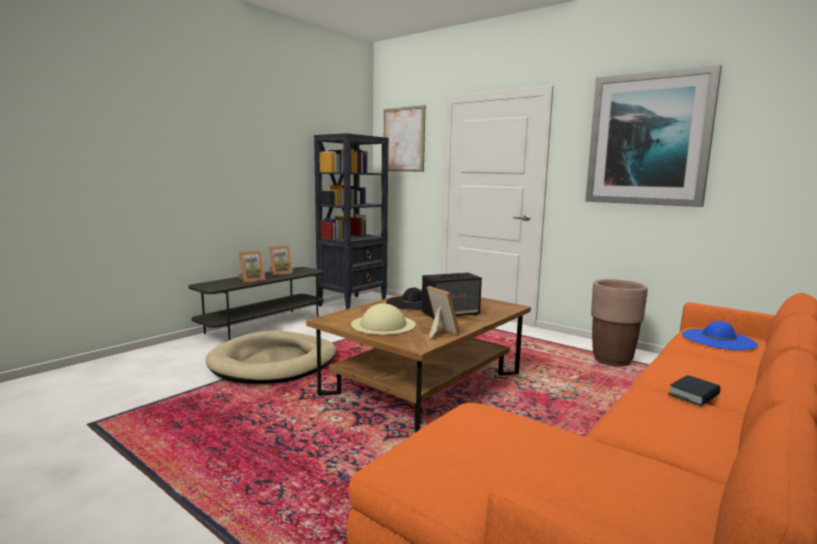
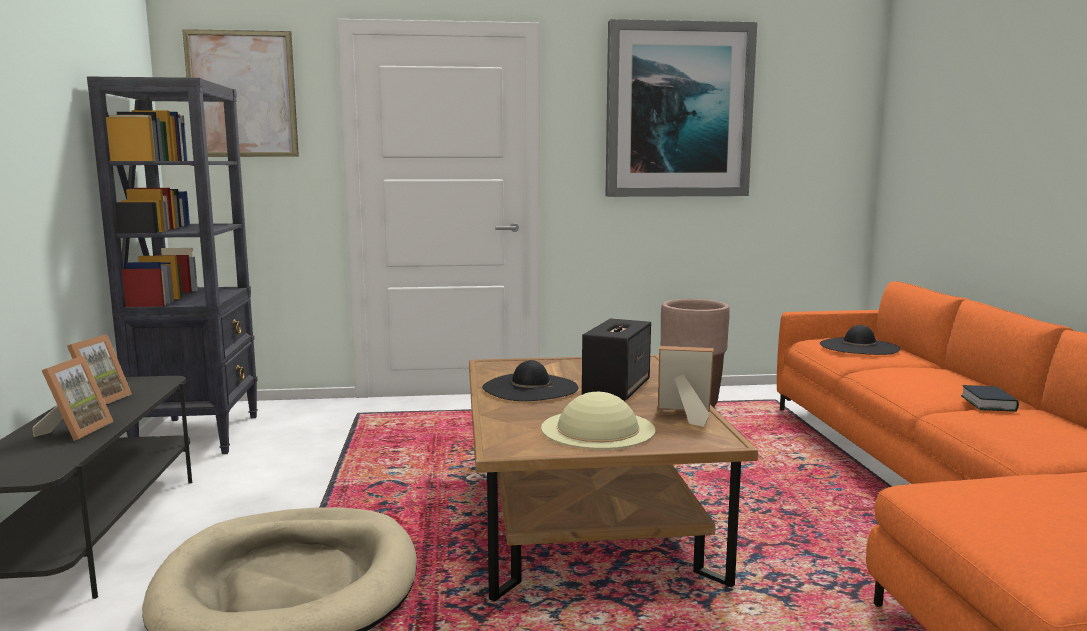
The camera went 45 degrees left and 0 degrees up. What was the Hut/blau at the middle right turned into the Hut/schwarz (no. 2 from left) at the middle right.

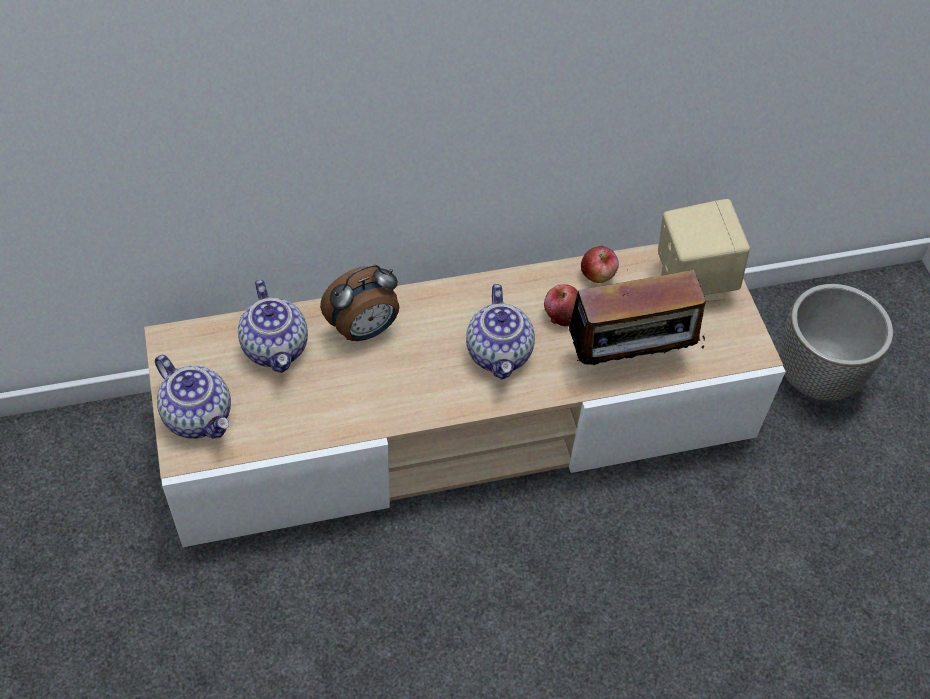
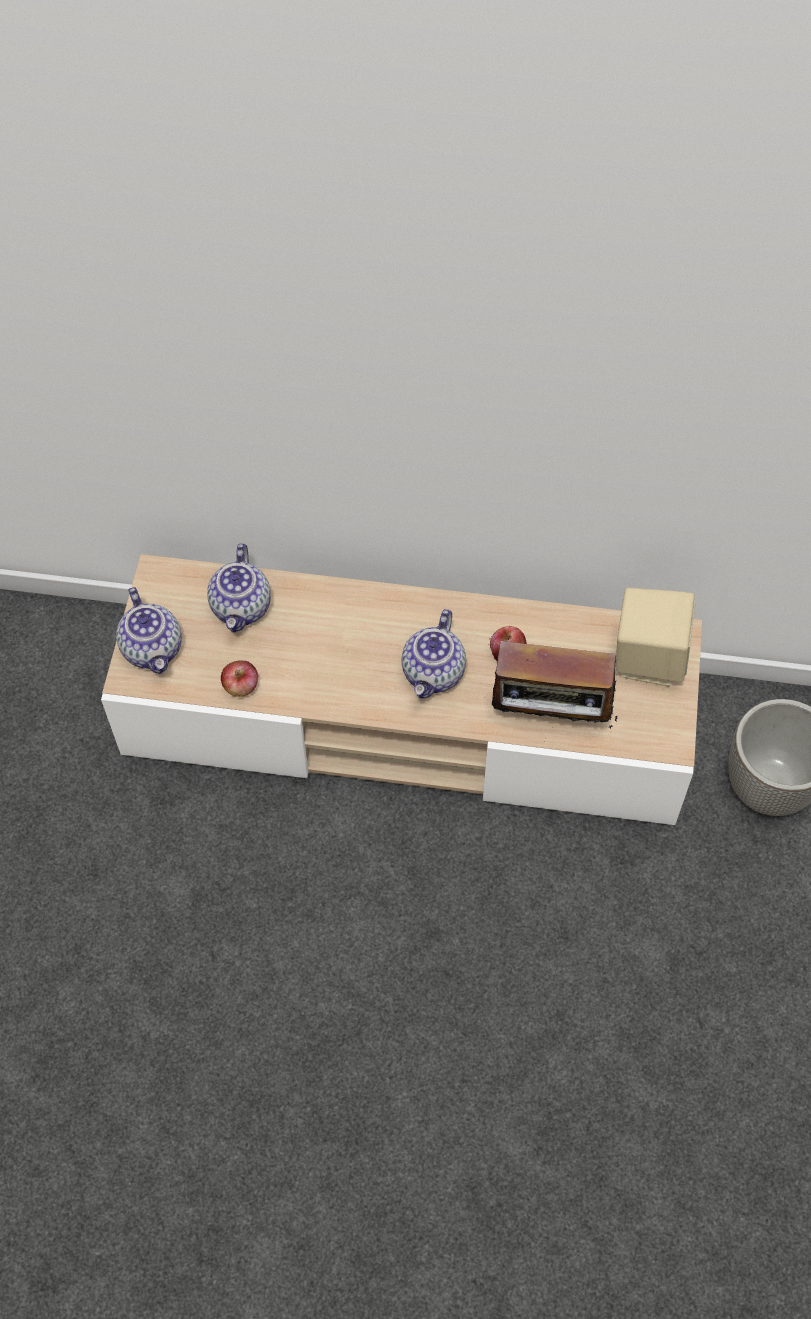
The camera went 25 degrees right and 5 degrees up. The second view lost the Wecker at the centre. The Apfel (no. 2 from left in the first image) ended up elsewhere, having gone from the centre to the middle left.

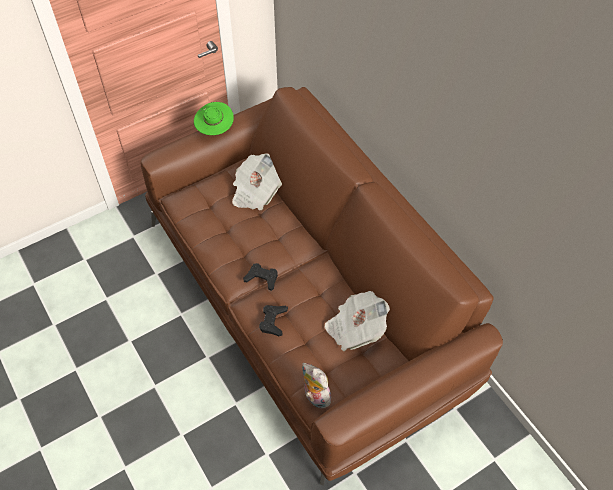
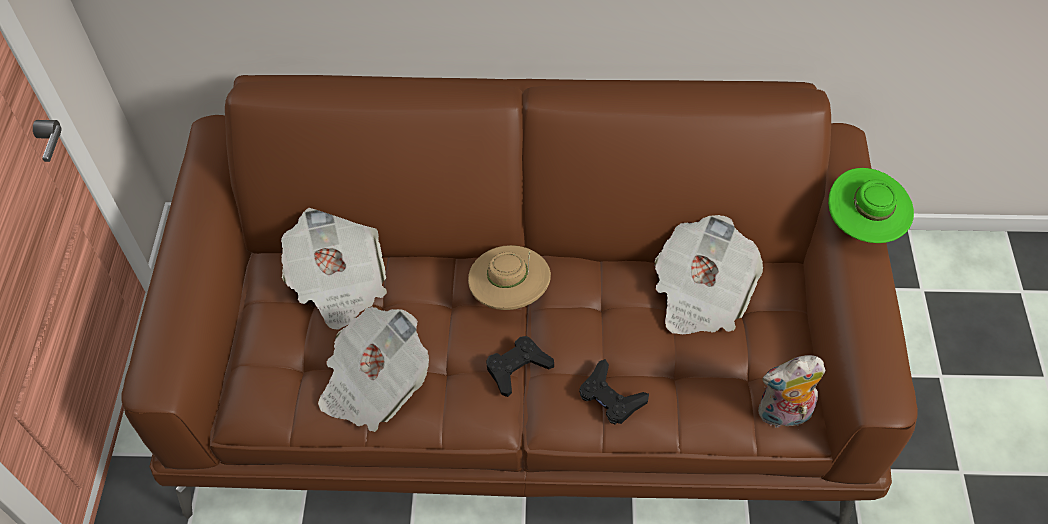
The camera went 55 degrees left and 0 degrees up. The Hut/grün ended up elsewhere, having gone from the top centre to the middle right. The second view gained the Zeitung (no. 2 from left) at the bottom centre. The second view gained the Hut/beige at the centre.

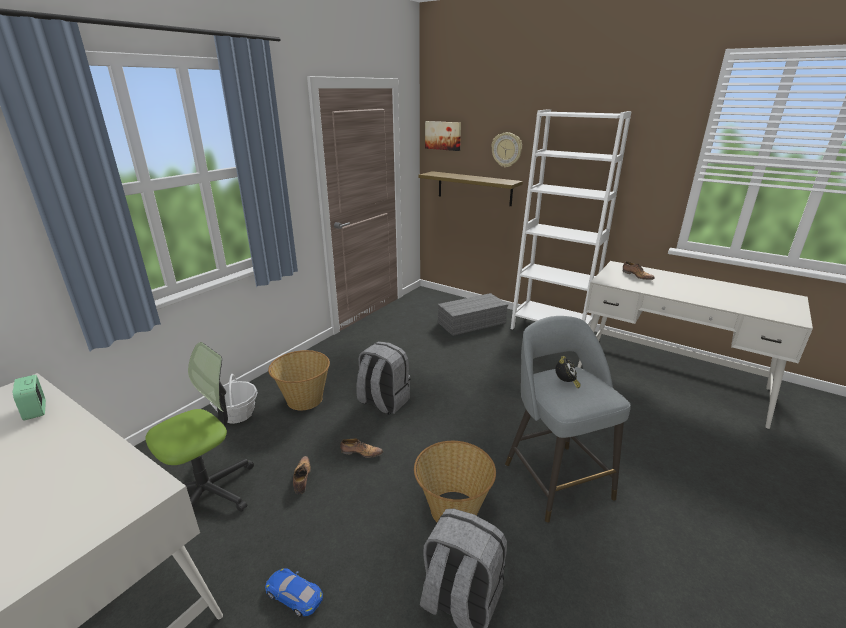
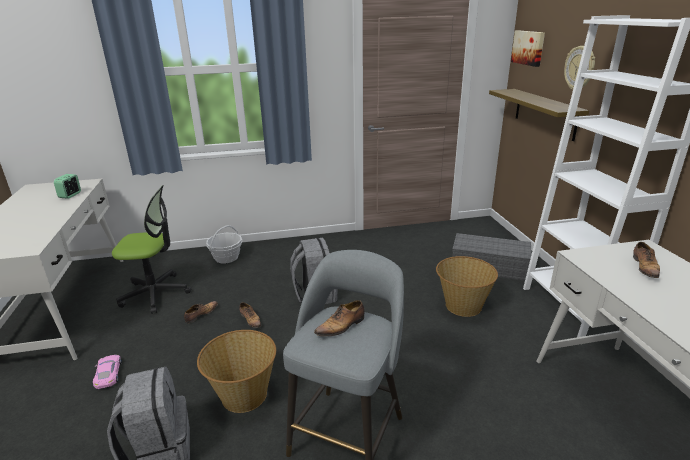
The camera went 45 degrees right and 0 degrees up. What was the Spielzeugauto/blau at the bottom centre turned into the Spielzeugauto/rosa at the bottom left. The Korb (no. 2 from left in the first image) ended up elsewhere, having gone from the centre to the middle right. Where the Wecker (no. 2 from left) stood at the middle right, the Schuh (no. 3 from left) came to stand at the bottom centre.

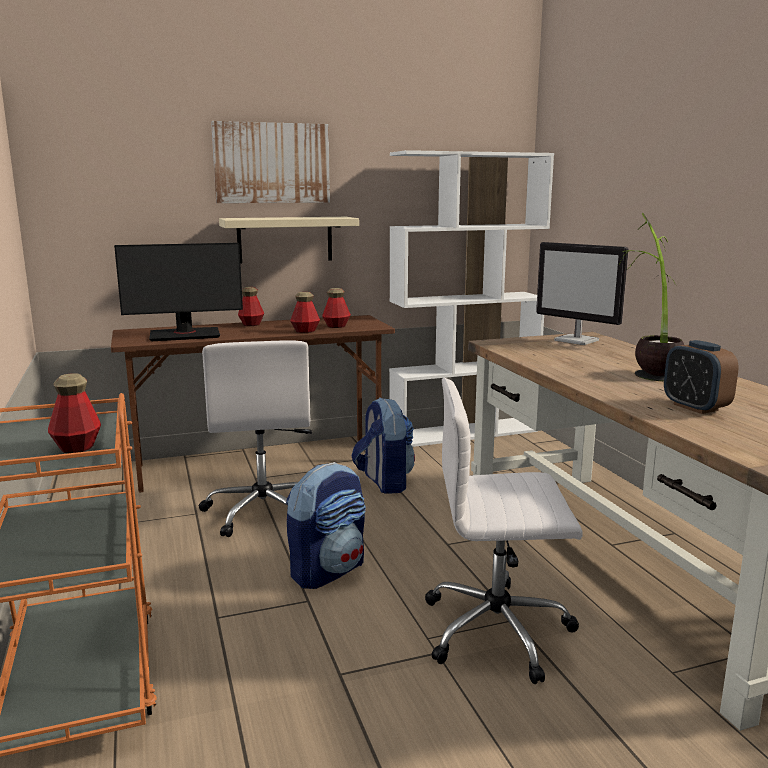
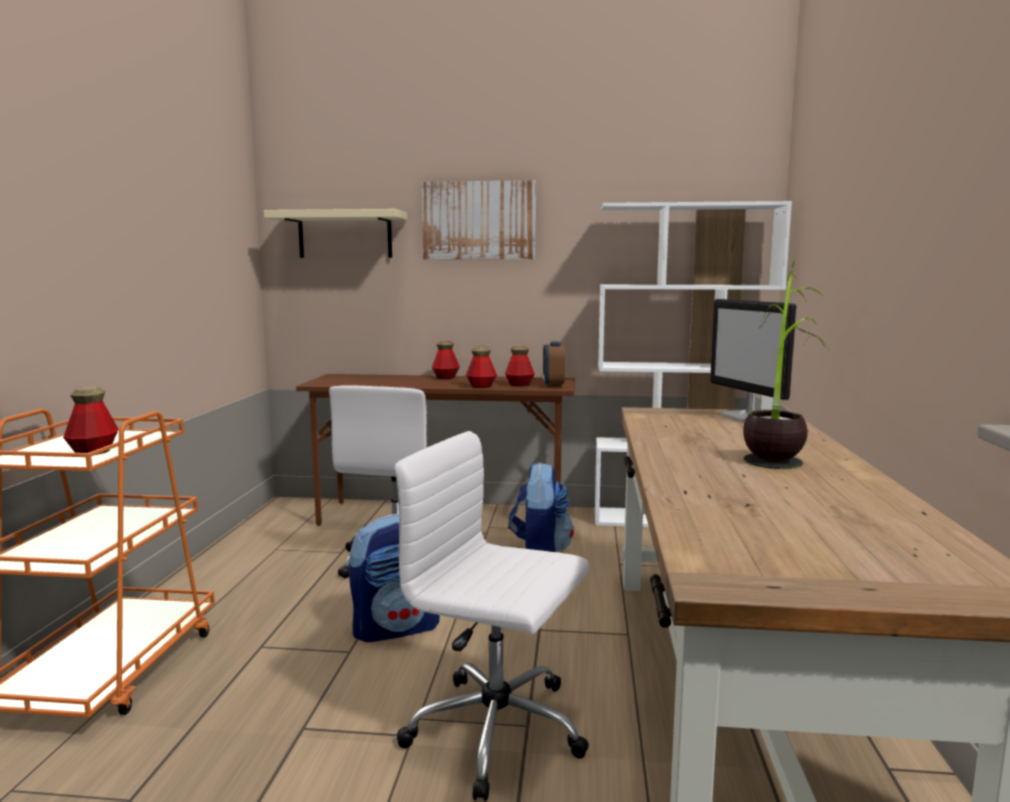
The camera went 25 degrees right and 5 degrees down. The second view lost the Monitor (no. 1 from left) at the middle left. The Wandregal/beige ended up elsewhere, having gone from the top centre to the top left. The Wecker ended up elsewhere, having gone from the middle right to the centre.

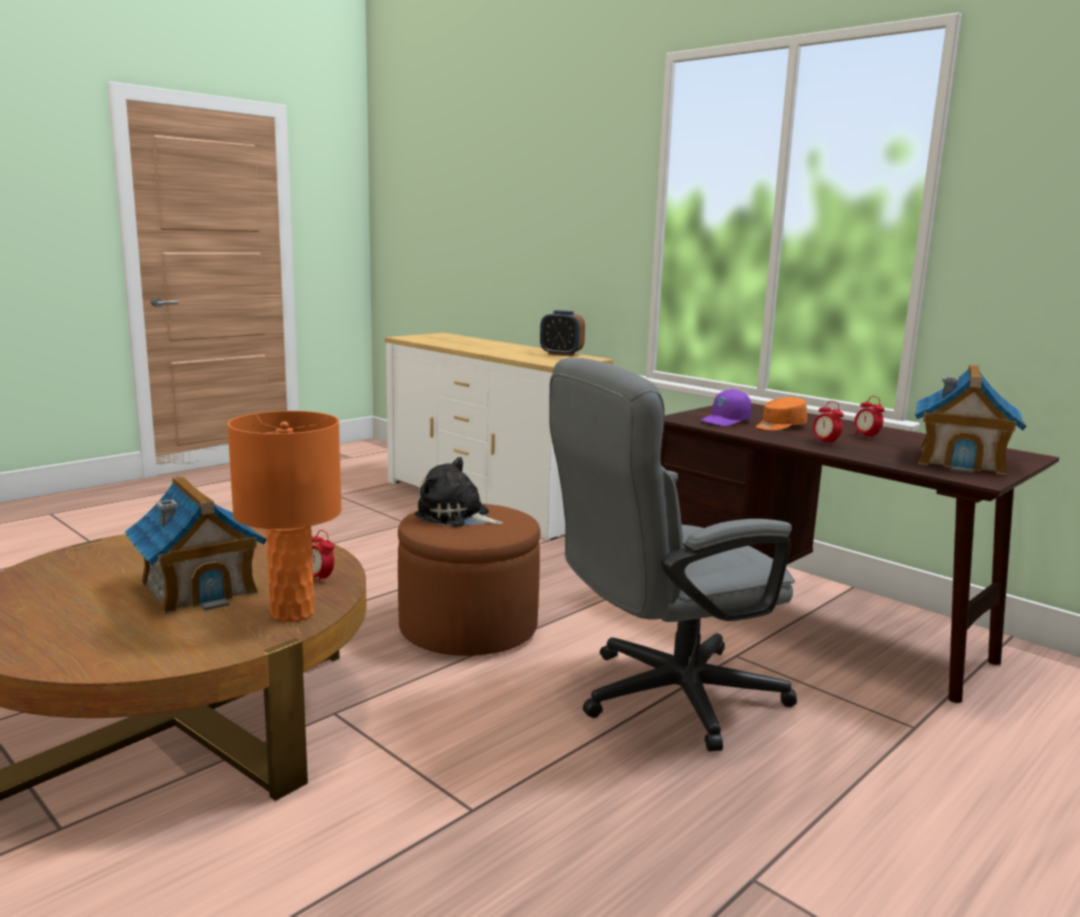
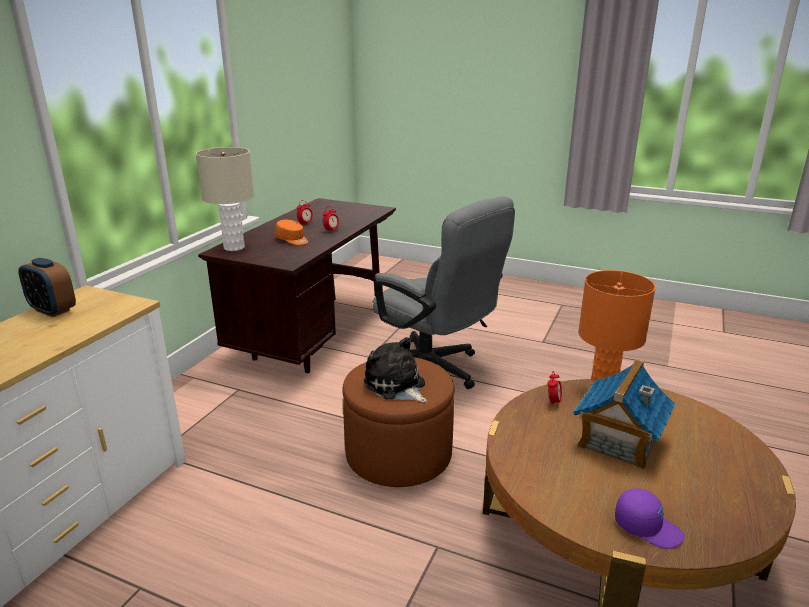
The camera went 110 degrees left and 10 degrees up. The Plüschtier at the centre ended up facing another way, 135 degrees clockwise from before. The Wecker (no. 2 from left in the first image) at the centre ended up facing another way, 120 degrees clockwise from before. The Kappe/lila ended up elsewhere, having gone from the middle right to the bottom right. The second view lost the Spielzeughaus (no. 2 from left) at the middle right. The second view gained the Tischlampe/beige at the top left.

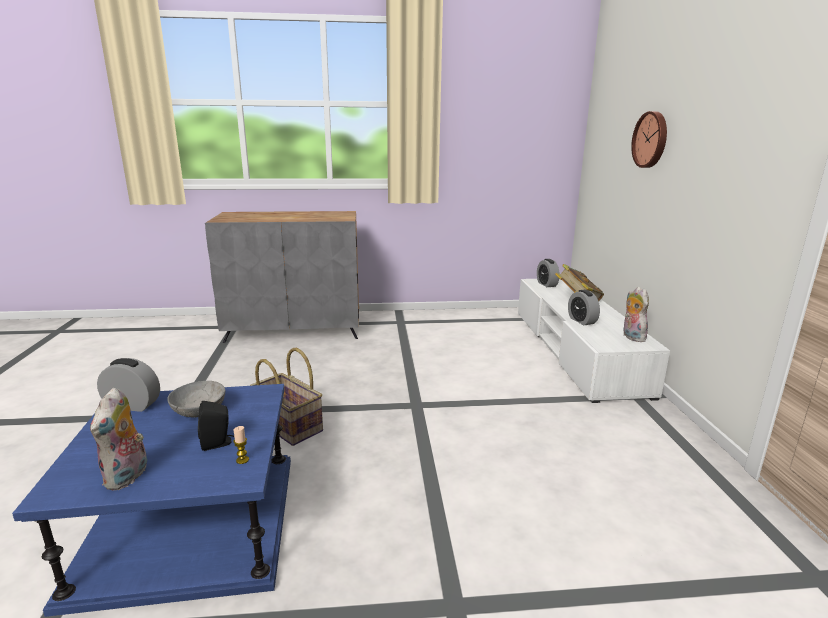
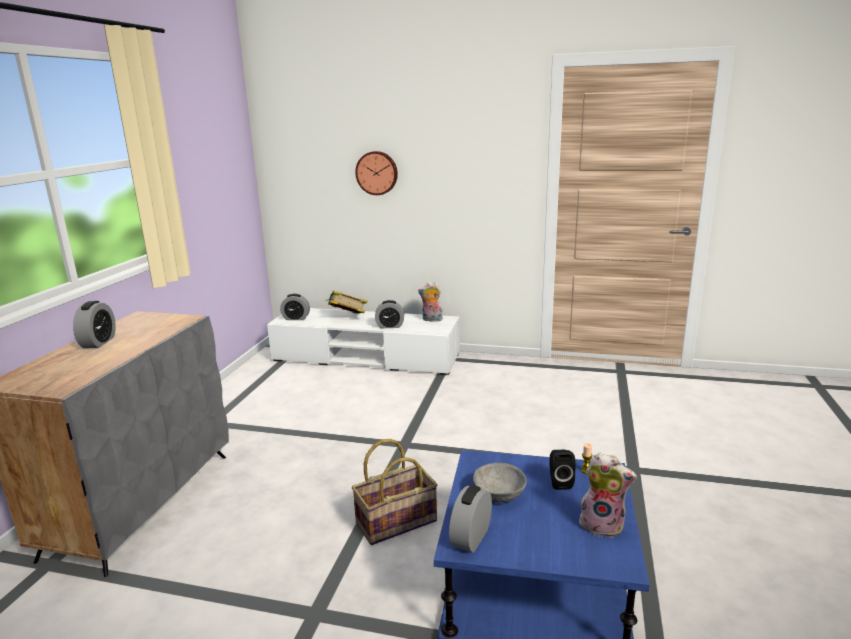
The camera went 70 degrees left and 0 degrees up. The second view gained the Wecker (no. 1 from left) at the middle left.

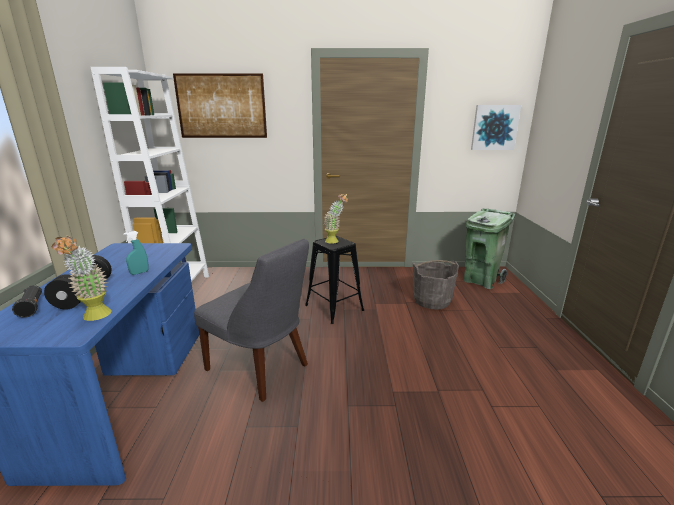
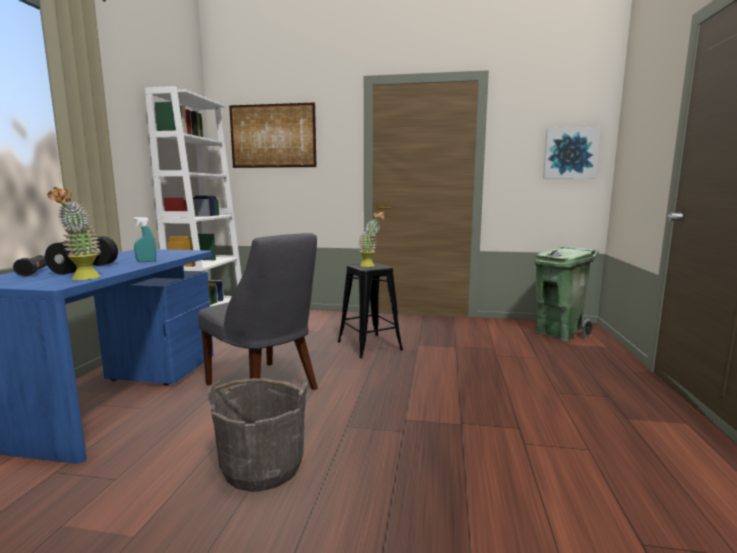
The camera went 10 degrees right and 10 degrees down. The Eimer/grau ended up elsewhere, having gone from the centre to the bottom centre.

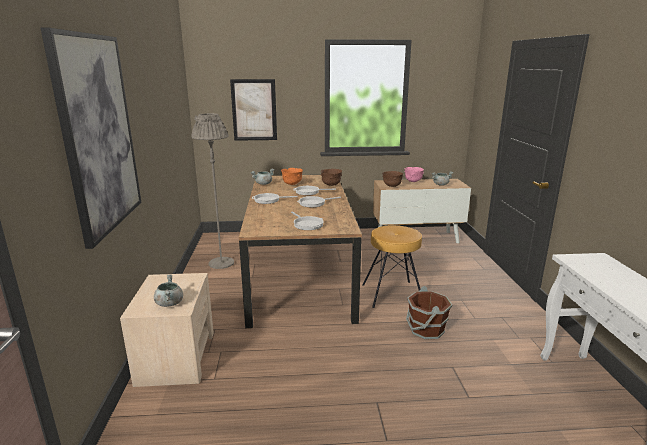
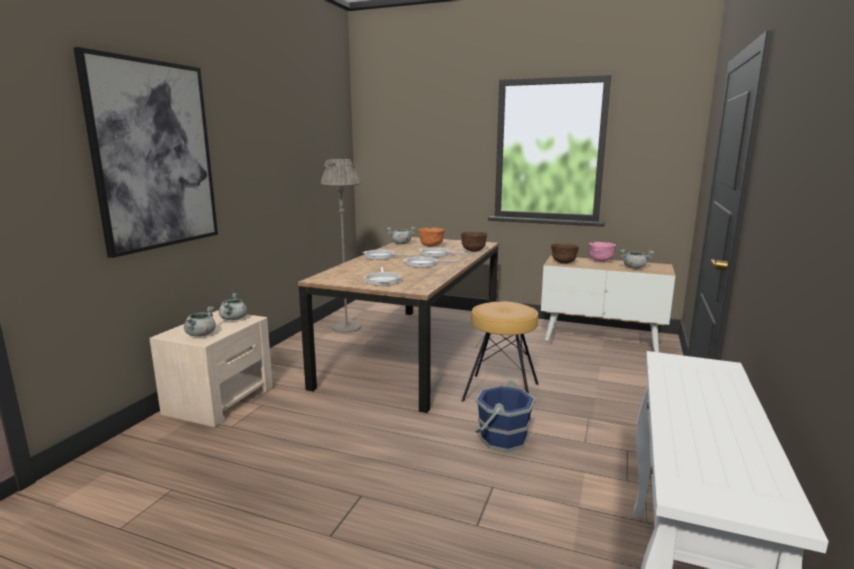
The camera went 25 degrees right and 5 degrees down. The second view lost the Bild (no. 2 from left) at the top centre. What was the Eimer/braun at the bottom centre turned into the Eimer/blau at the bottom centre. The second view gained the Kochtopf/grau (no. 2 from left) at the middle left.

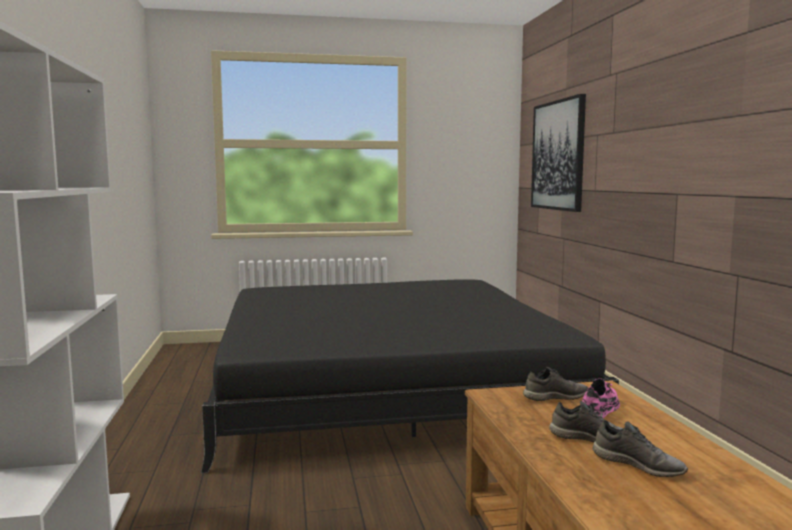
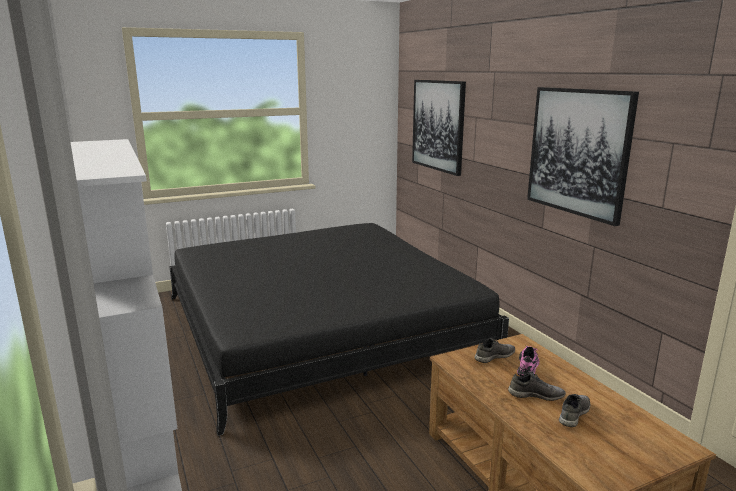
The camera went 15 degrees left and 10 degrees up. The Schuh/grau (no. 3 from left) at the bottom right ended up facing another way, 75 degrees counterclockwise from before. The second view gained the Bild (no. 2 from left) at the top right.

